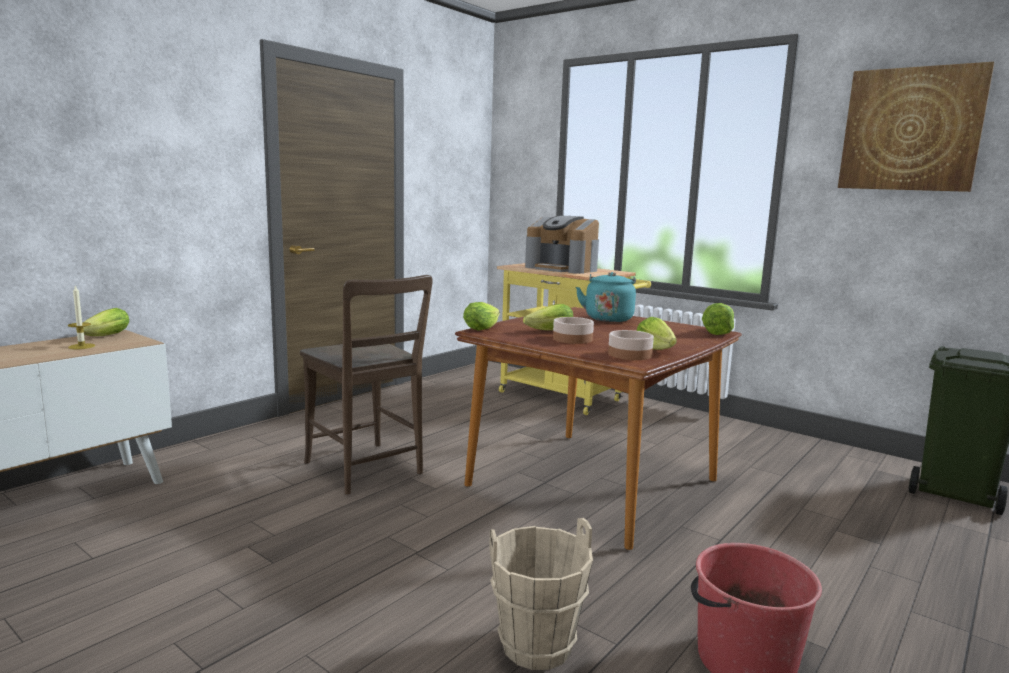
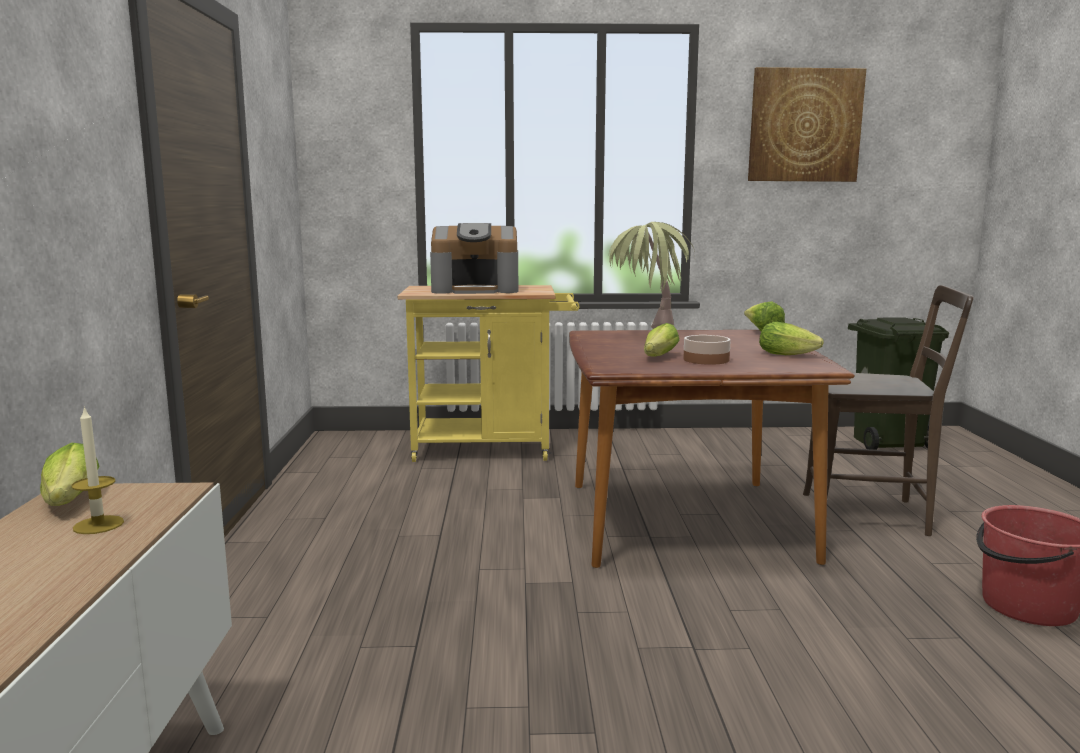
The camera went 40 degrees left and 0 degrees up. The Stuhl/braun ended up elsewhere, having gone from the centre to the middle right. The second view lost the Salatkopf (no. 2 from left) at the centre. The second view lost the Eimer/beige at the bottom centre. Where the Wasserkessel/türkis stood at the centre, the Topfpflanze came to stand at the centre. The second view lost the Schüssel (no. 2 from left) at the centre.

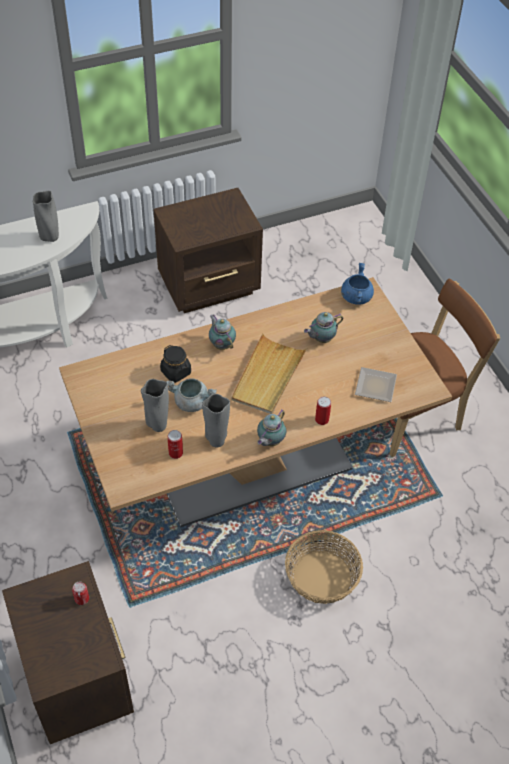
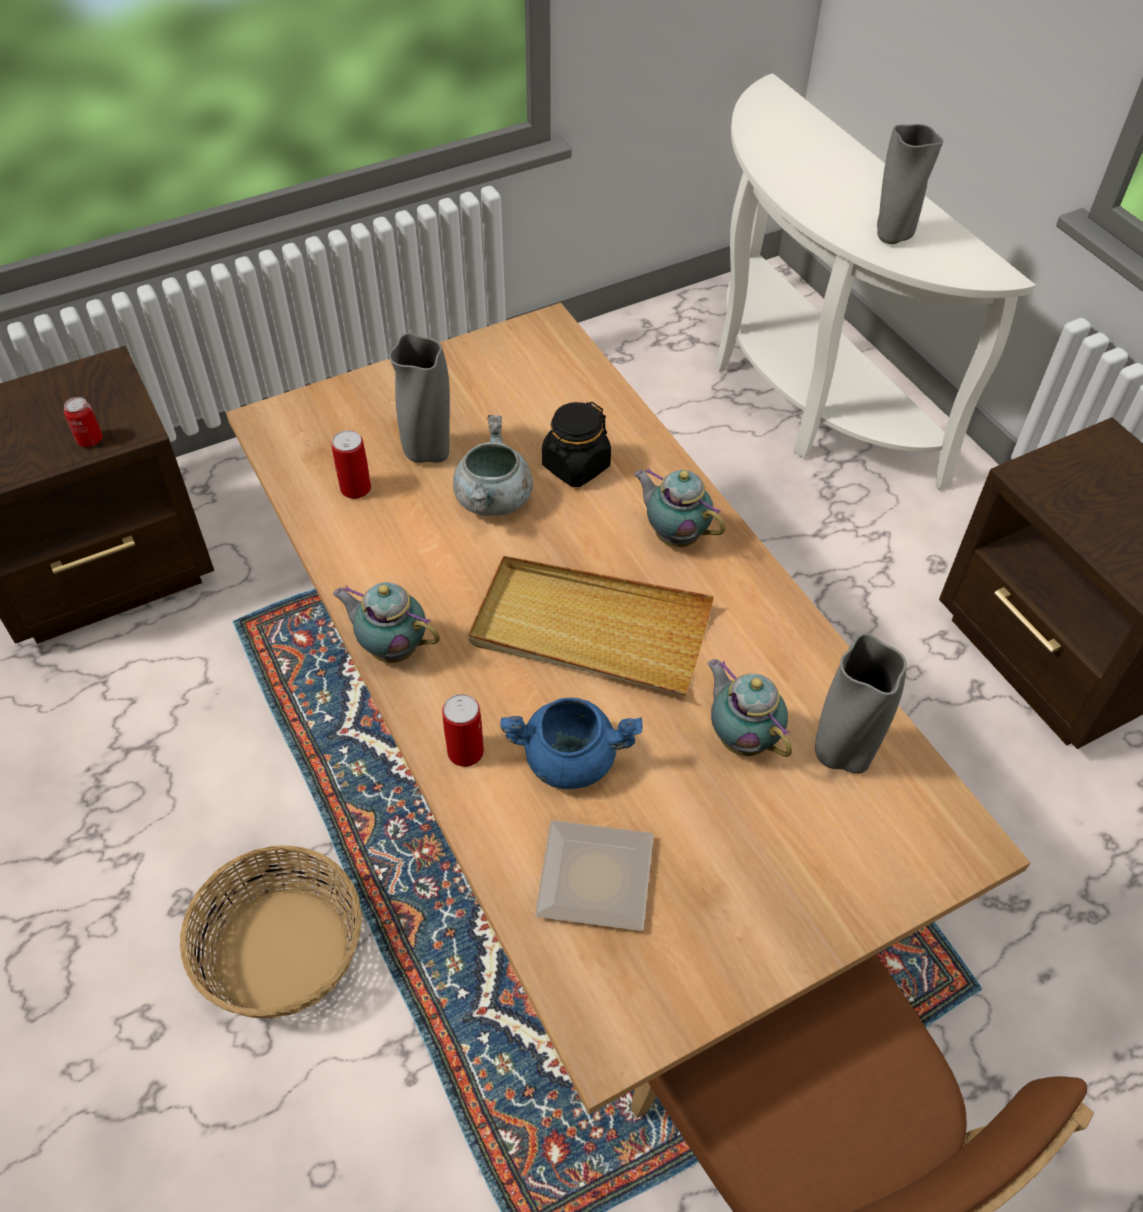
The camera went 85 degrees right and 0 degrees up. The Vase/grau (no. 3 from left in the first image) ended up elsewhere, having gone from the centre to the middle right. The Teekanne (no. 1 from left in the first image) at the centre ended up facing another way, 105 degrees counterclockwise from before. The Kochtopf/blau ended up elsewhere, having gone from the middle right to the centre.

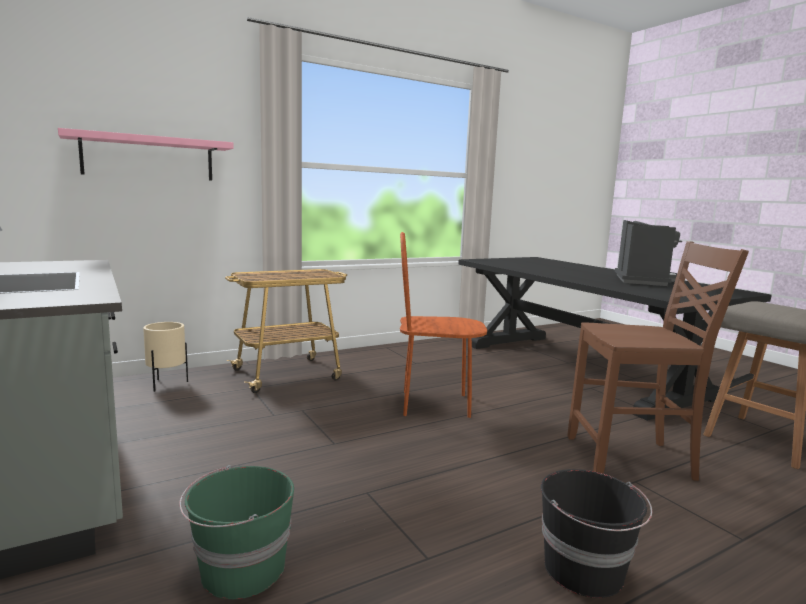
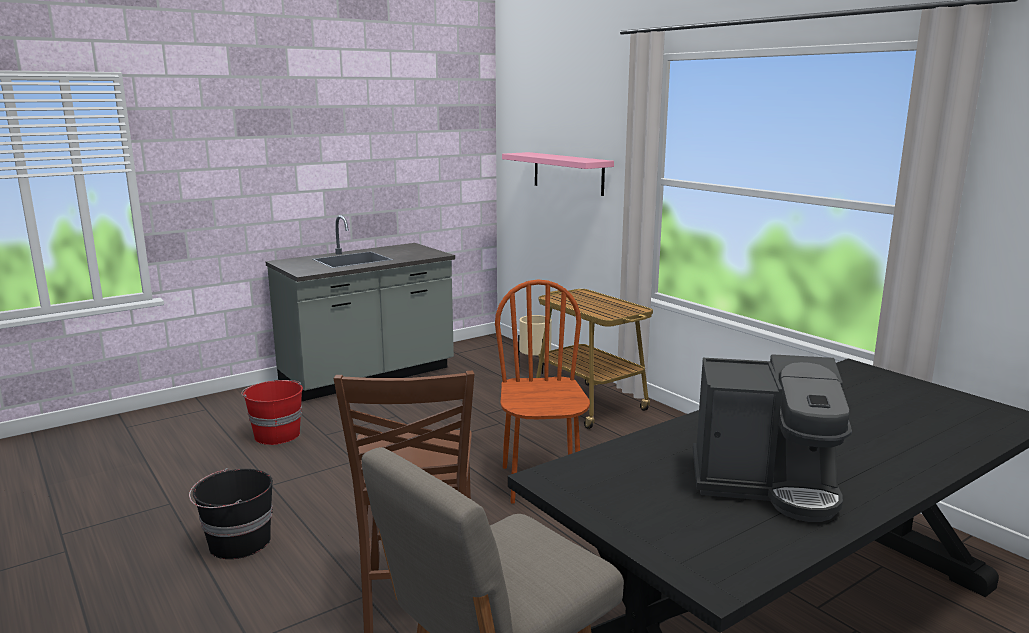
The camera went 85 degrees right and 5 degrees up. What was the Eimer/grün at the bottom left turned into the Eimer/rot at the middle left.

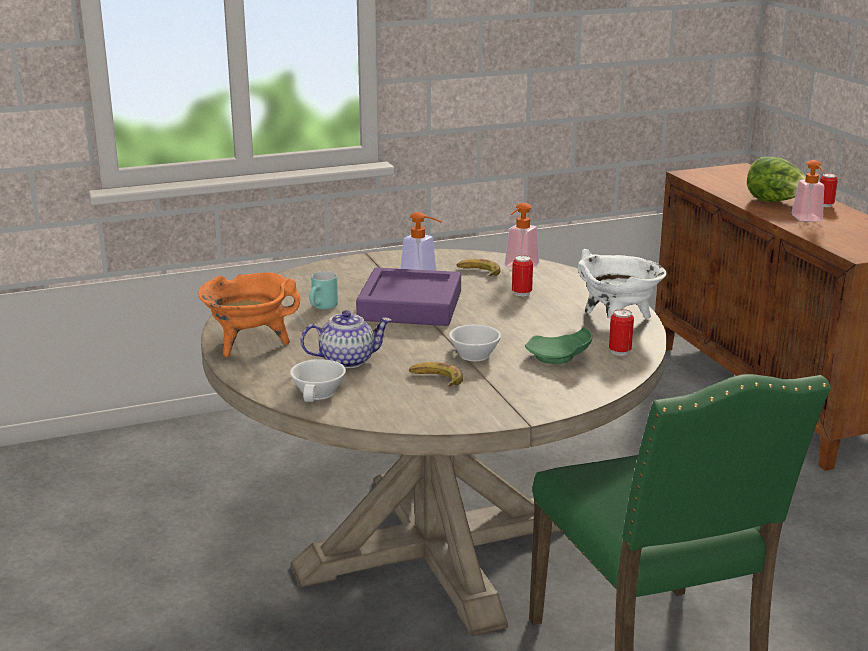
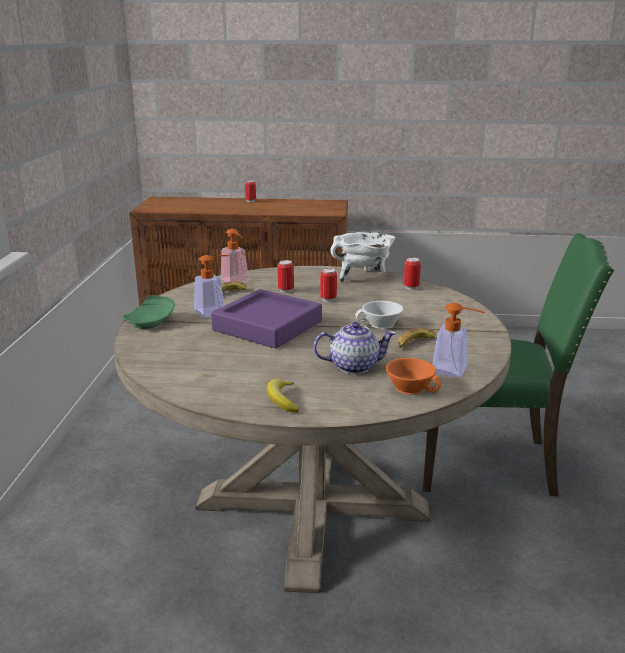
The camera went 65 degrees left and 0 degrees up. Where the Kochtopf/orange stood at the middle left, the Banane (no. 2 from left) came to stand at the centre. What was the Tasse/weiß (no. 1 from left) at the centre turned into the Tasse/orange at the centre. The Teekanne at the centre ended up facing another way, 75 degrees clockwise from before. The second view lost the Henkelbecher/türkis at the centre. The Teller/grün ended up elsewhere, having gone from the centre to the middle left. The second view lost the Salatkopf at the top right. The Seifenspender (no. 3 from left) ended up elsewhere, having gone from the top right to the middle right. The second view gained the Dose (no. 3 from left) at the centre.

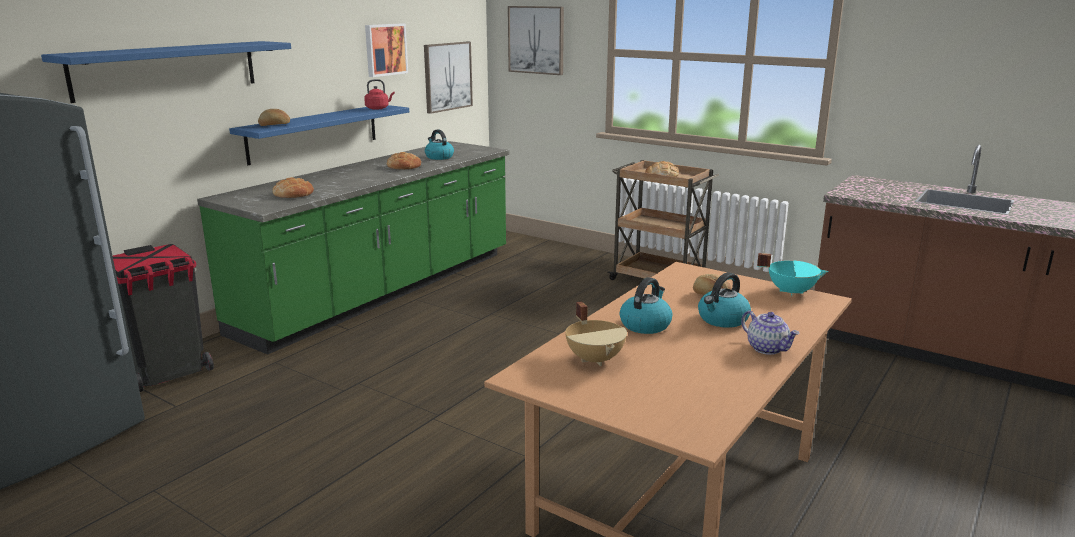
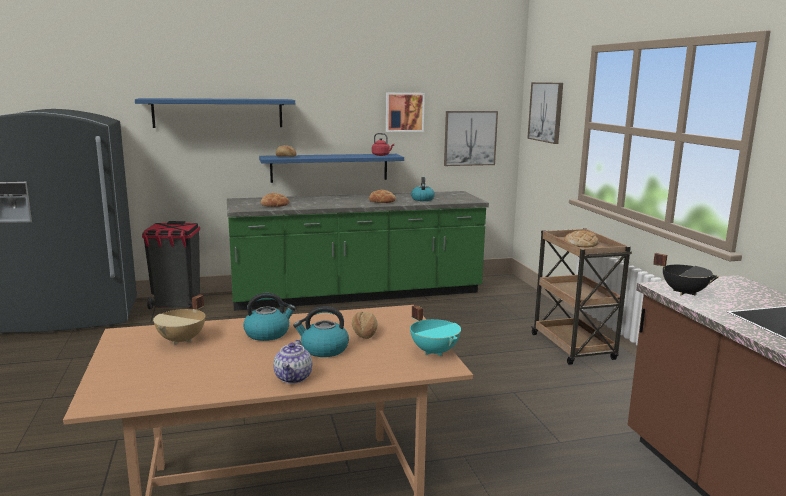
The camera went 40 degrees right and 5 degrees down. The second view gained the Kochtopf/schwarz at the middle right.

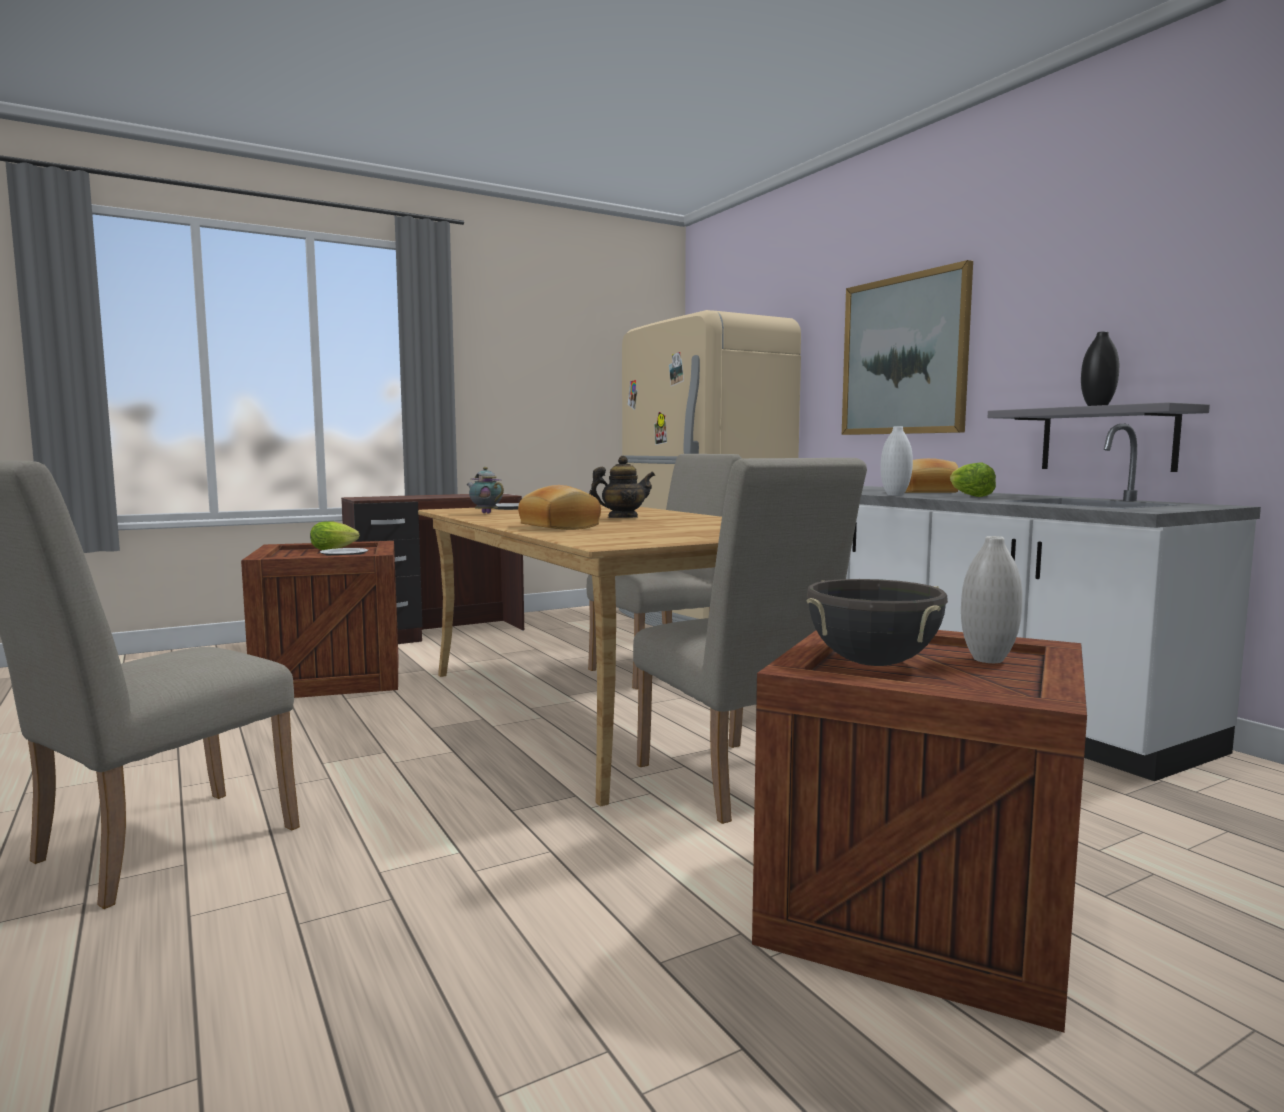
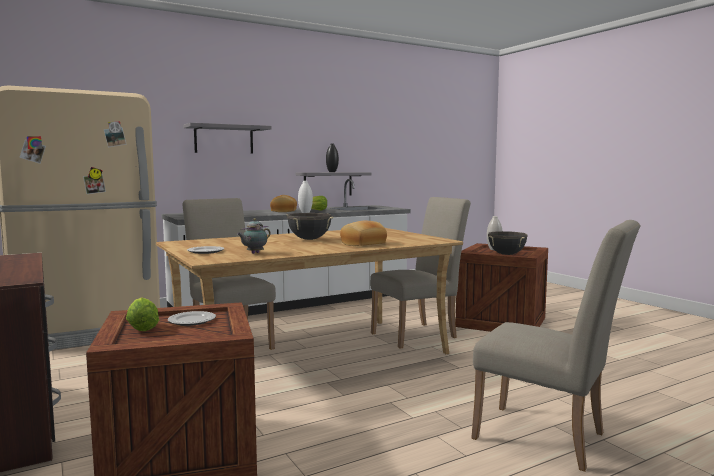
The camera went 90 degrees left and 0 degrees up. Where the Teekanne (no. 2 from left) stood at the centre, the Kochtopf/schwarz (no. 1 from left) came to stand at the centre. Where the Bild hung at the top right, the Wandregal/grau (no. 1 from left) came to hang at the top left.

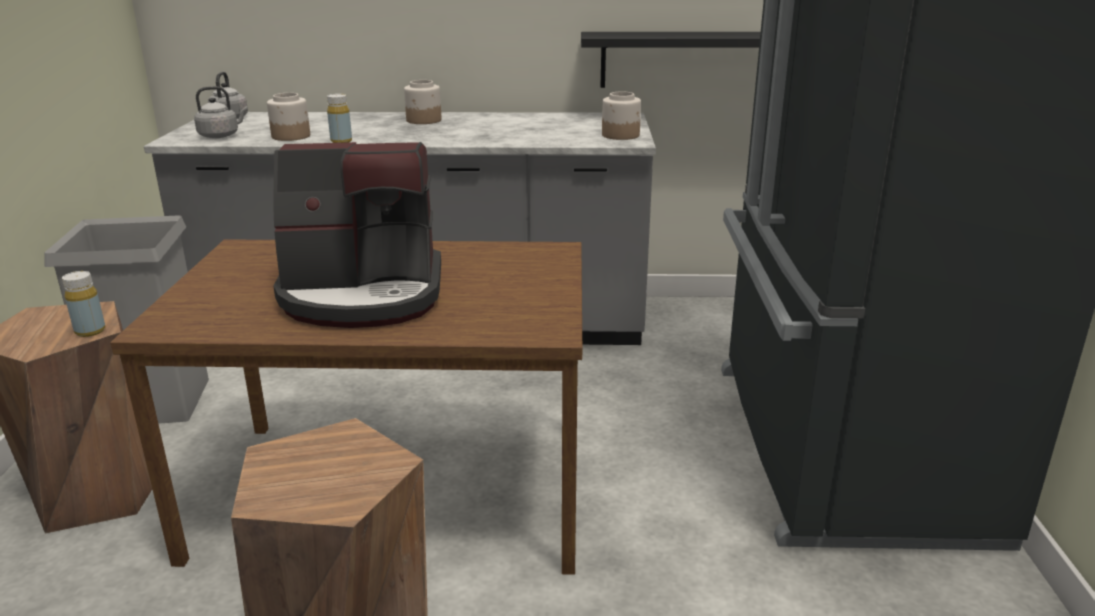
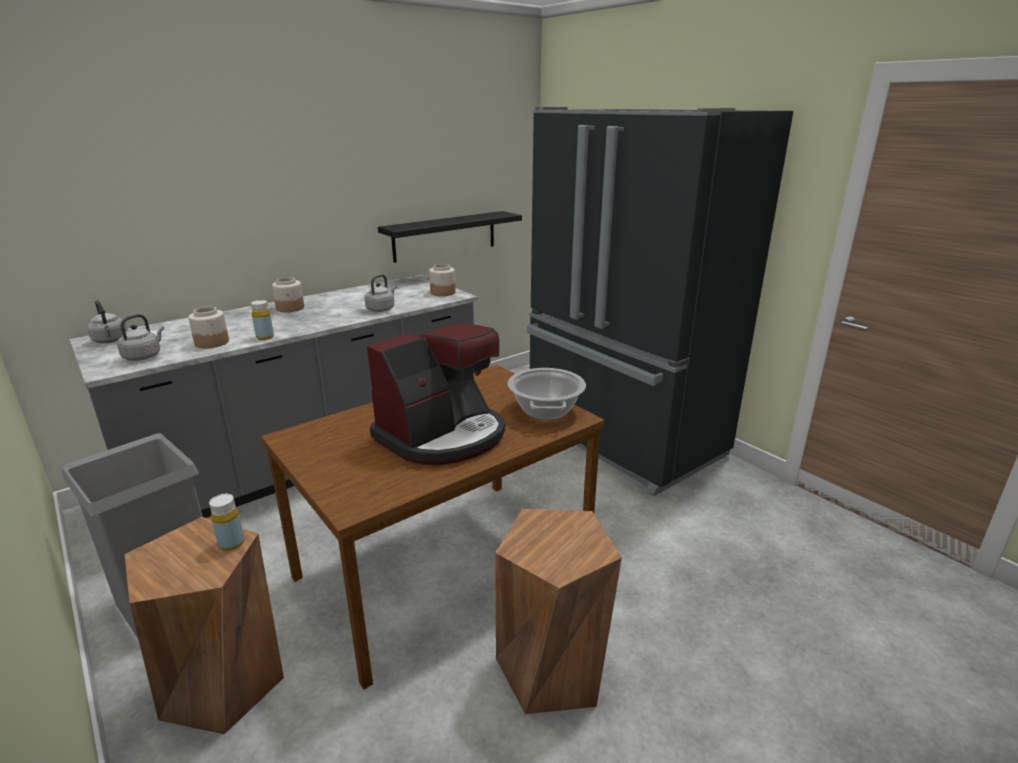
The camera went 40 degrees left and 0 degrees up. The second view gained the Wasserkessel/grau (no. 3 from left) at the centre. The second view gained the Kochtopf at the centre.

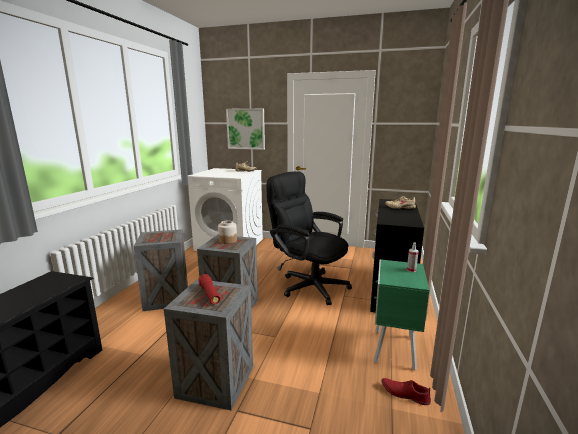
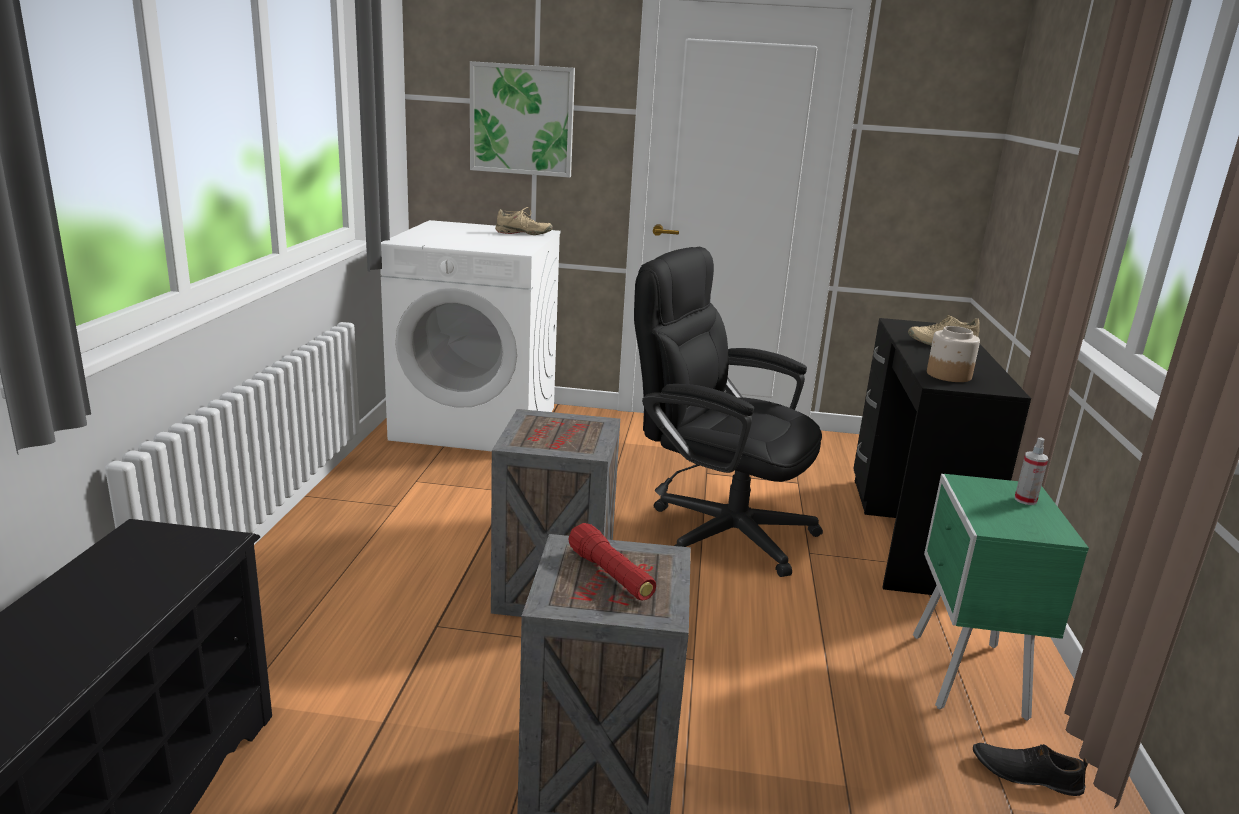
The camera went 10 degrees left and 5 degrees up. The second view lost the Kiste (no. 1 from left) at the middle left. The Vorratsglas ended up elsewhere, having gone from the centre to the middle right. What was the Schuh/rot at the bottom right turned into the Schuh/schwarz at the bottom right.

